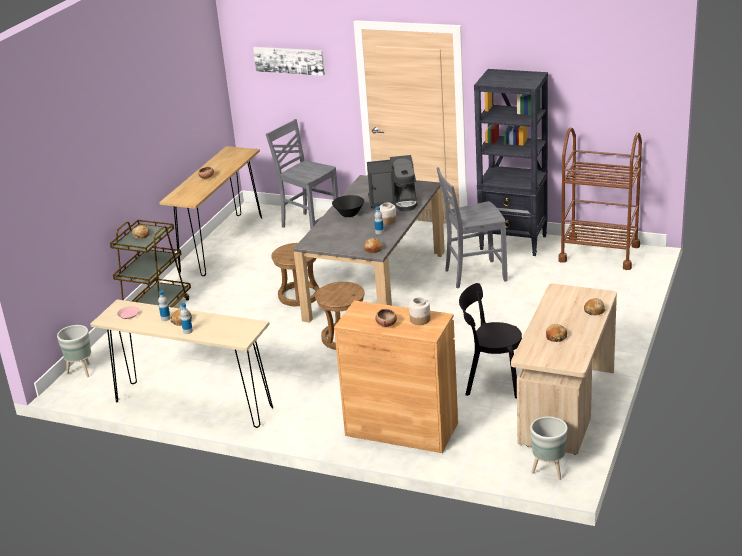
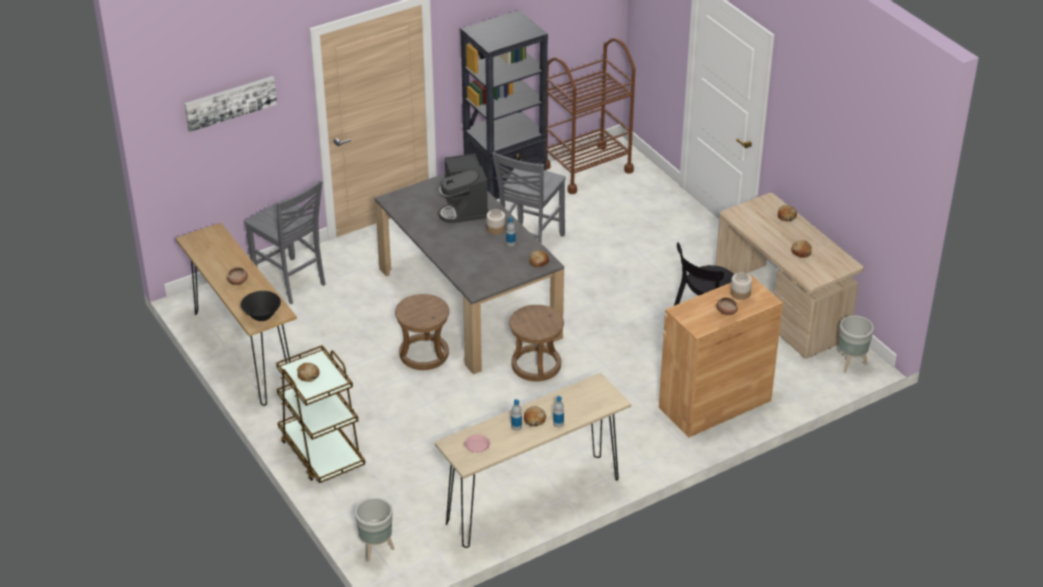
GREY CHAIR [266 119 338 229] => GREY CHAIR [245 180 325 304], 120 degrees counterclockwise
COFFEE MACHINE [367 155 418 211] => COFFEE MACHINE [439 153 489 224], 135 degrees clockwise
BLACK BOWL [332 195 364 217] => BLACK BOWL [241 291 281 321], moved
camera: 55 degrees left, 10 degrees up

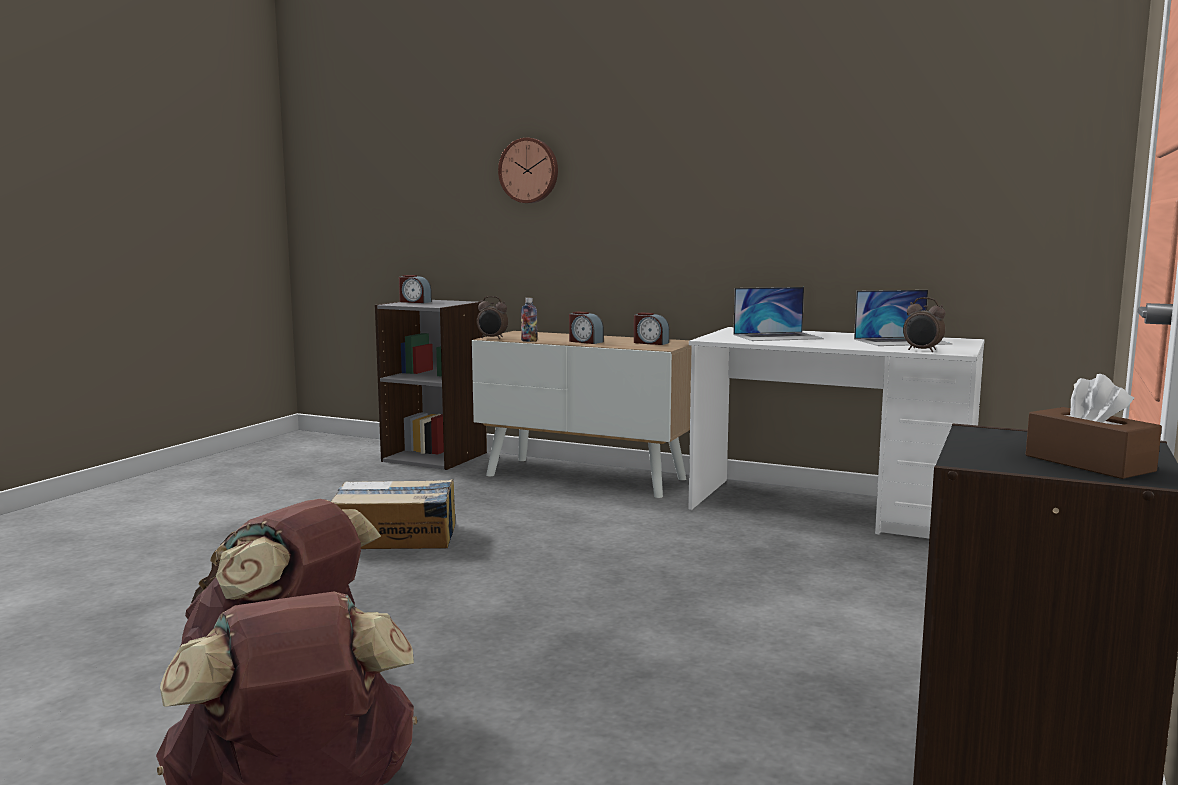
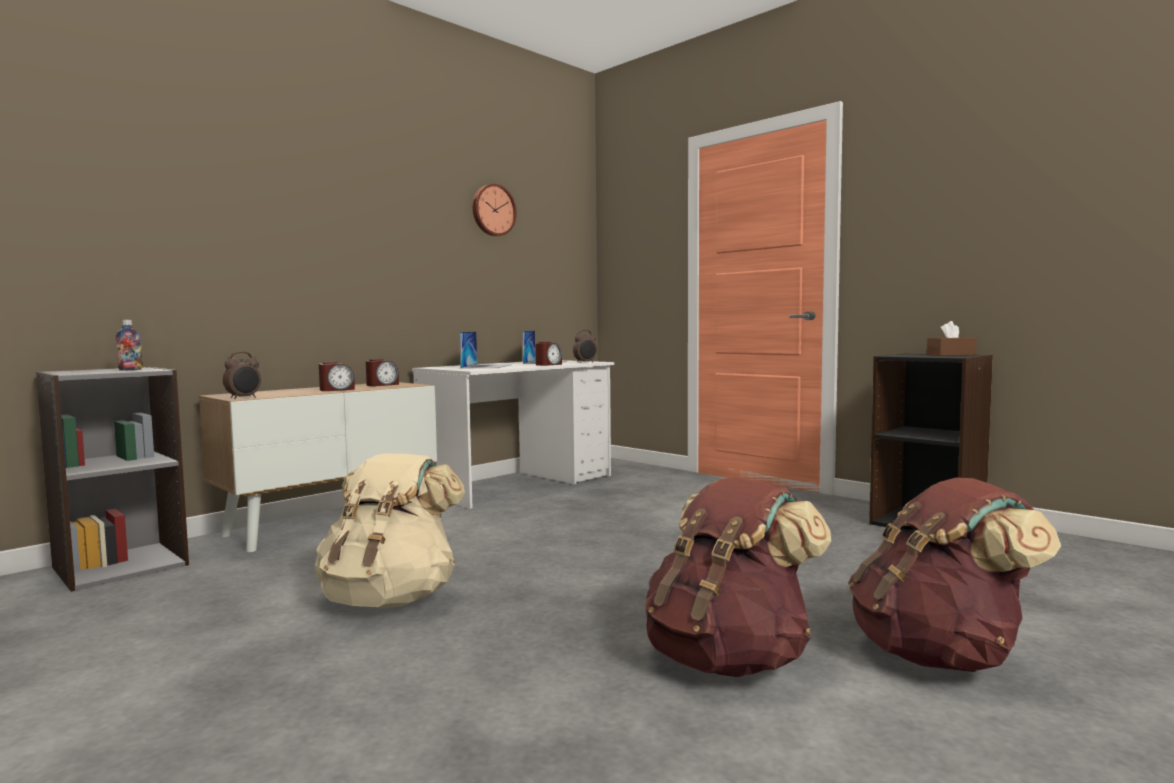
WALL CLOCK [498 138 558 203] => WALL CLOCK [473 184 516 236], moved
ALARM CLOCK [399 275 432 303] => ALARM CLOCK [535 342 562 366], moved
BOTTLE [521 298 537 342] => BOTTLE [115 320 143 371], moved
CARDBOARD BOX [331 479 455 549] => BEIGE BACKPACK [315 454 465 608]
camera: 70 degrees left, 5 degrees down

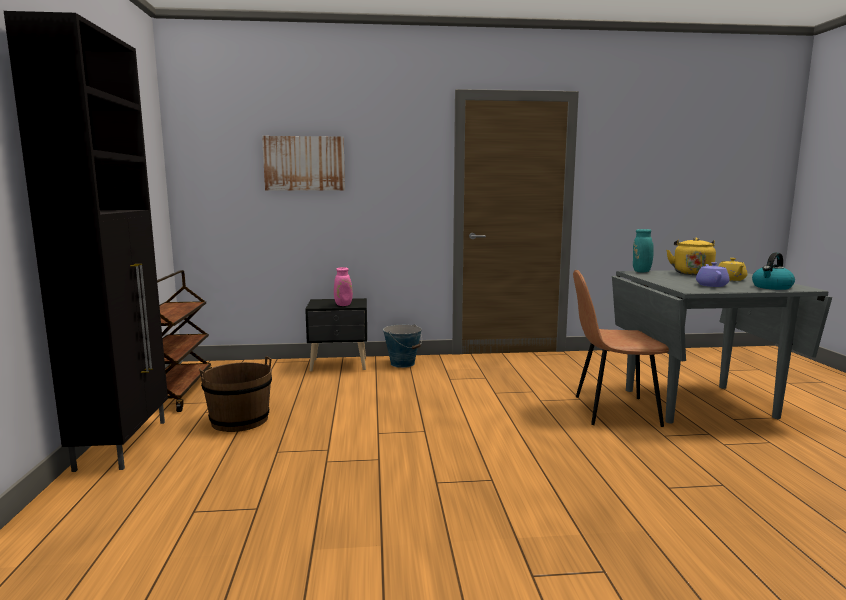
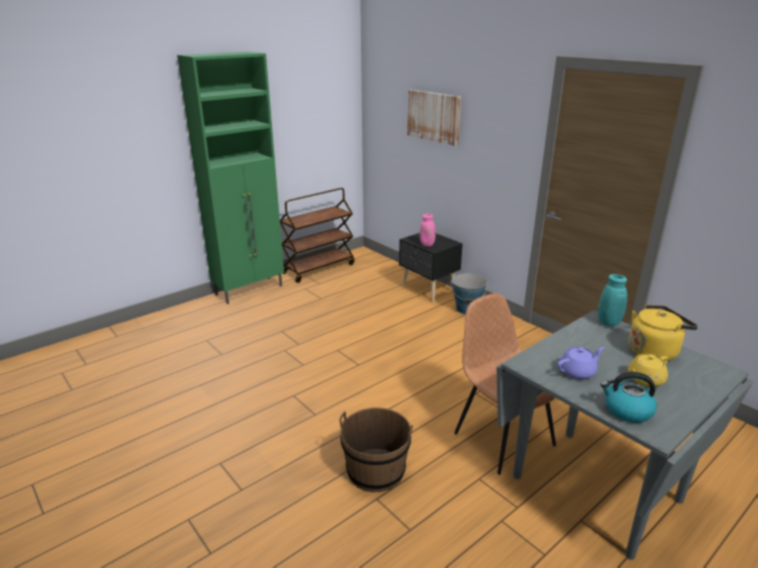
BLACK CABINET [4 11 168 472] => GREEN CABINET [177 52 284 304]
BROWN BUCKET [199 356 272 432] => BROWN BUCKET [339 407 413 492], moved
camera: 55 degrees right, 15 degrees up

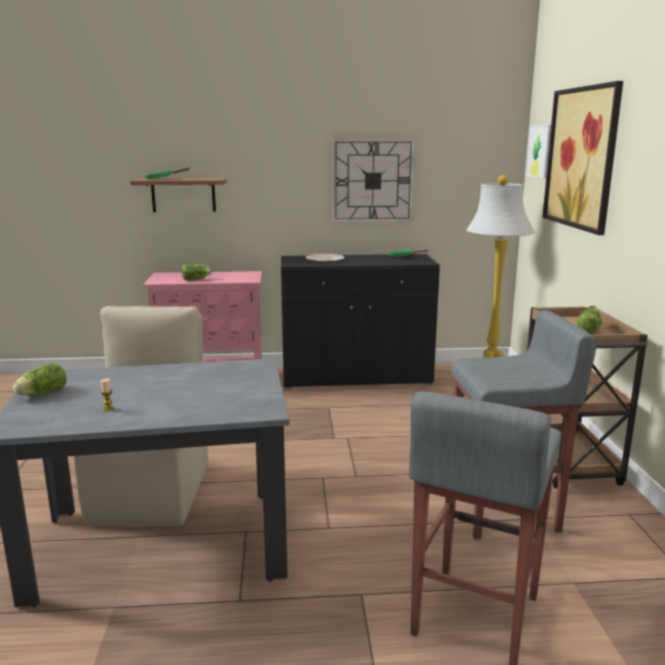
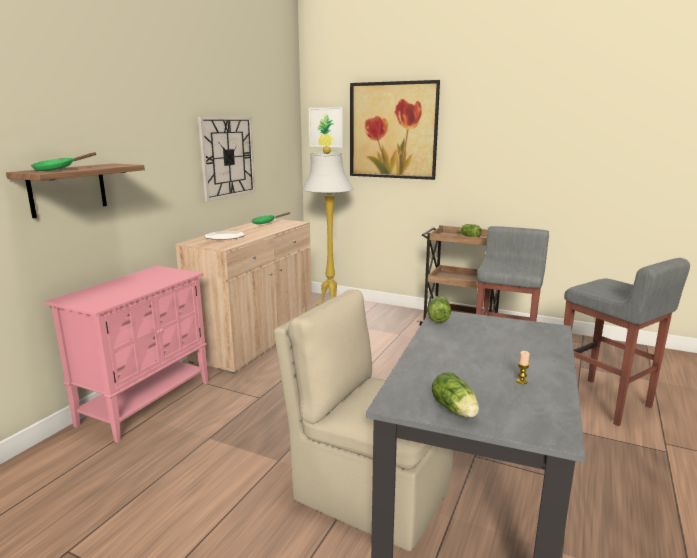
BLACK CABINET [281 254 440 389] => BEIGE CABINET [175 219 312 374]
LETTUCE [182 264 211 280] => LETTUCE [428 296 451 323], moved
camera: 60 degrees left, 0 degrees up

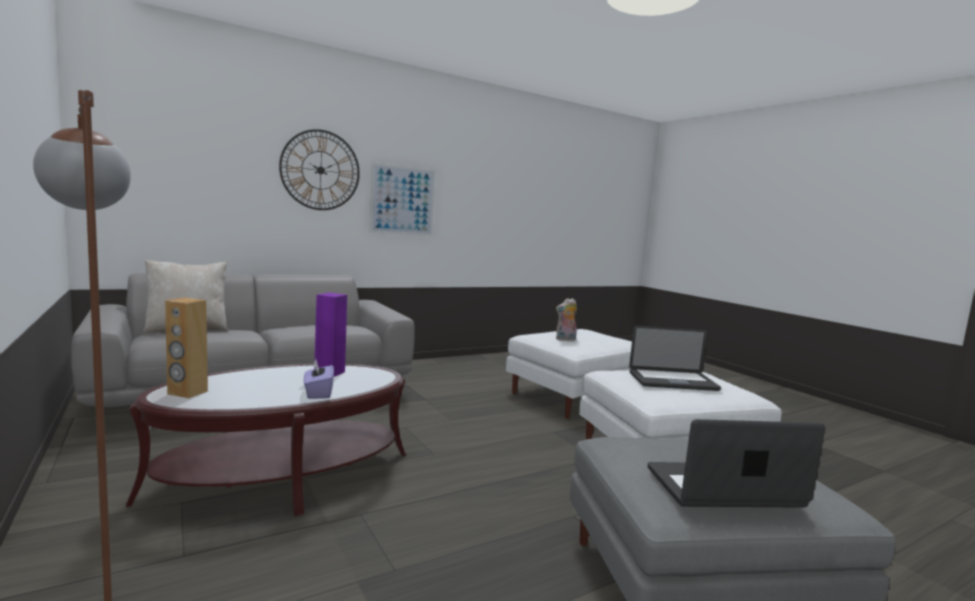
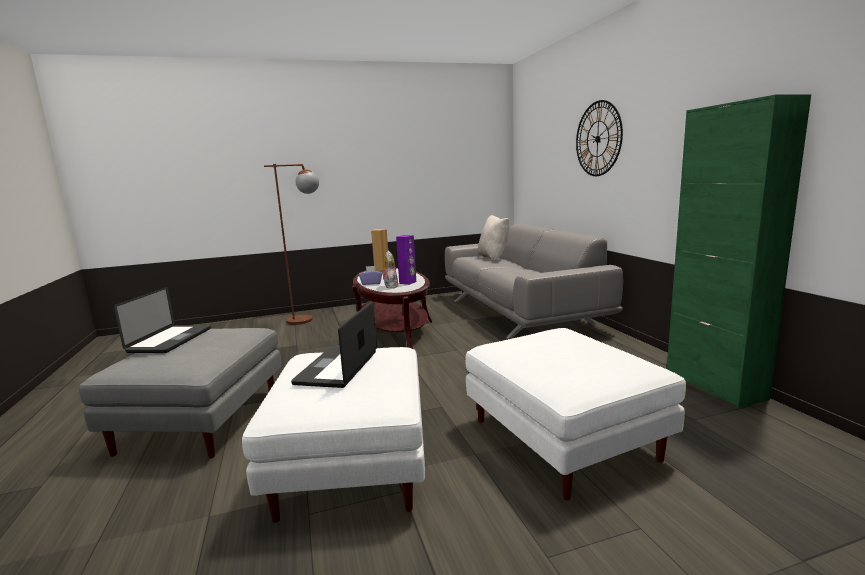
PICTURE [369 162 436 236] => nothing
PLUSH TOY [556 298 577 341] => PLUSH TOY [381 251 398 288], moved
nothing => GREEN CABINET [667 95 811 408]
camera: 105 degrees right, 5 degrees up

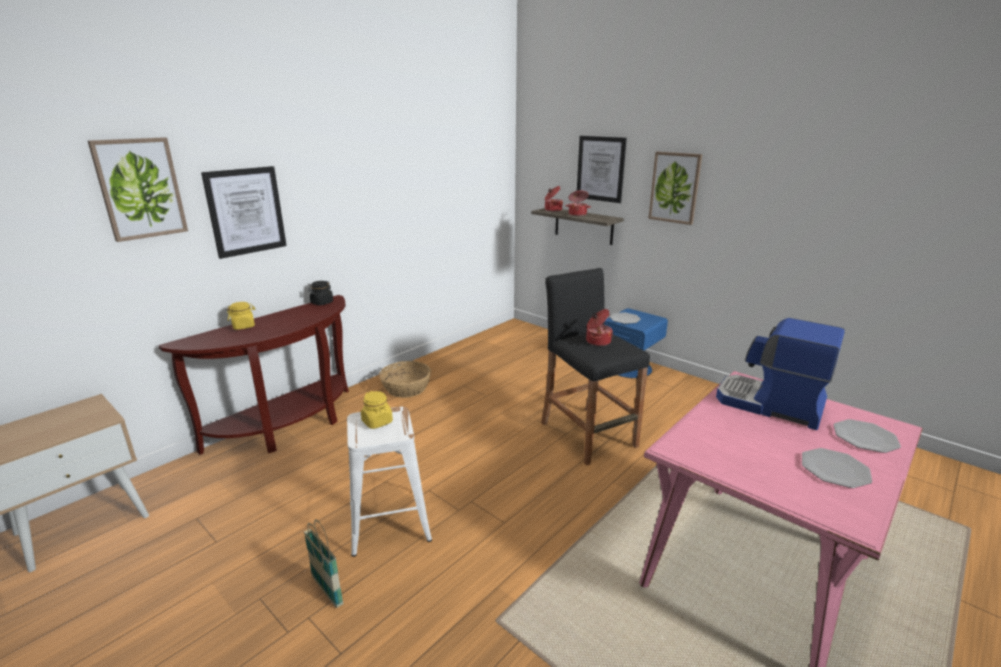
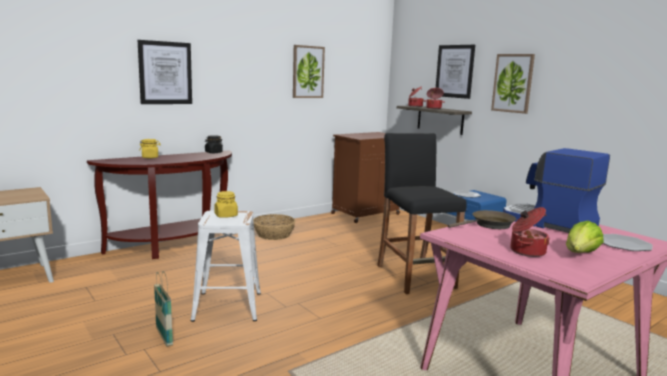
PICTURE [88 137 188 242] => PICTURE [293 45 325 98], moved
COOKING POT [586 309 613 346] => COOKING POT [510 207 550 257], moved
PLATE [802 448 872 488] => LETTUCE [566 221 604 253]
nothing => BROWN CABINET [331 132 400 223]
nothing => BROWN FRYING PAN [448 210 516 229]
camera: 10 degrees right, 10 degrees down

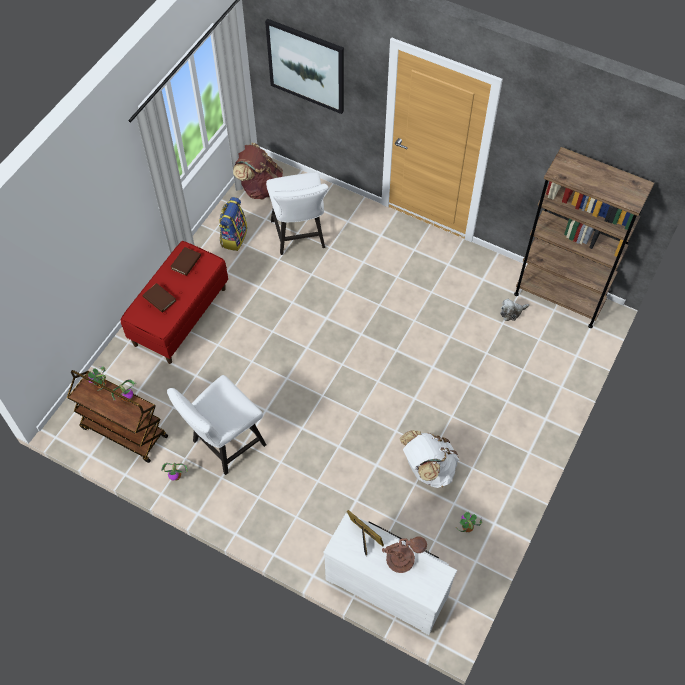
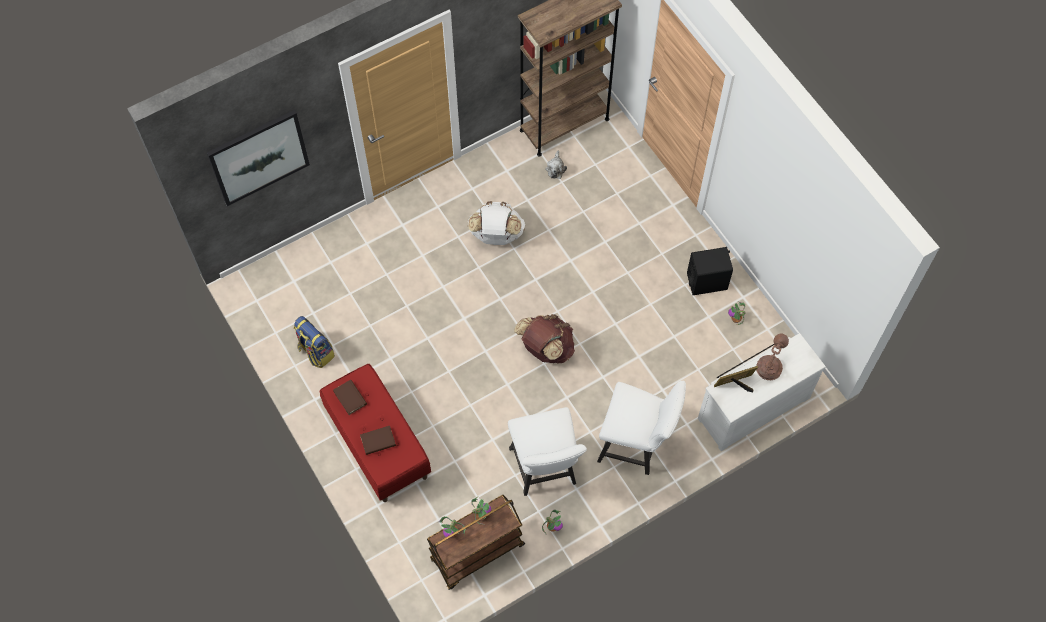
BROWN BACKPACK [233 142 283 200] => BROWN BACKPACK [514 314 575 364], moved
WHITE CHAIR [266 172 328 255] => WHITE CHAIR [597 381 686 475], moved
WHITE BACKPACK [400 430 459 488] => WHITE BACKPACK [468 201 525 245], moved
nothing => BLACK SPEAKER [687 247 733 295]
camera: 60 degrees left, 5 degrees up

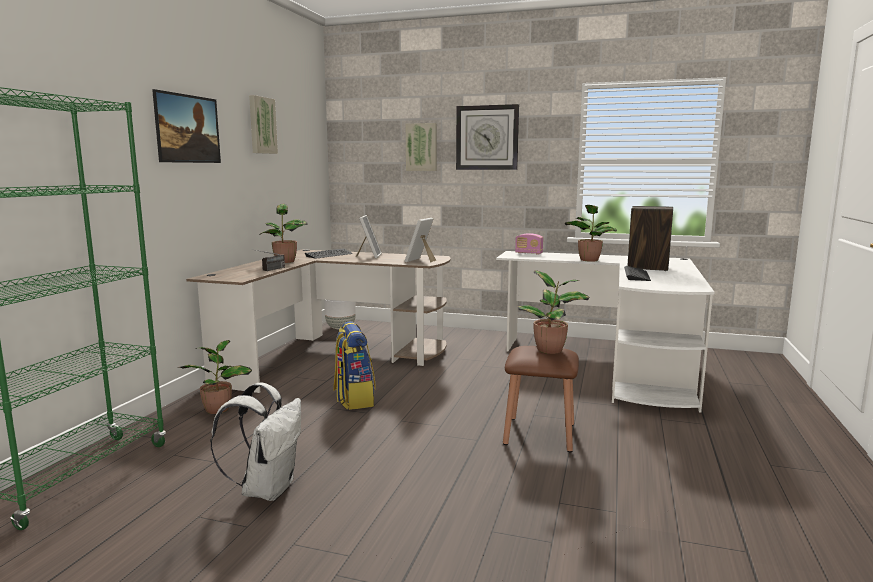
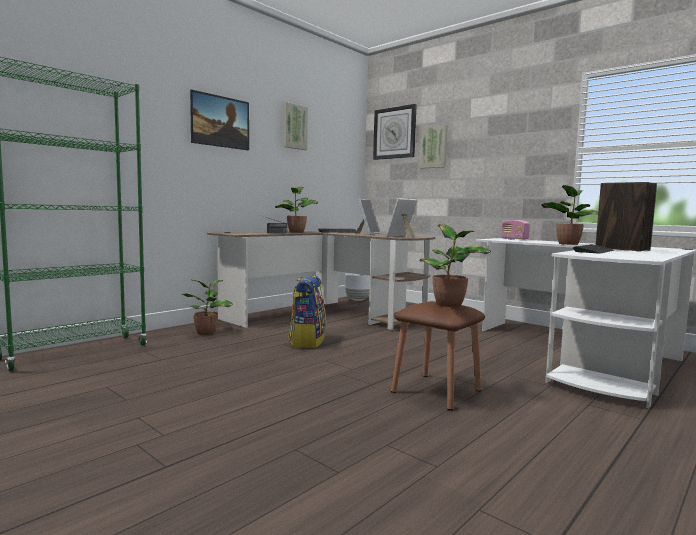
WALL CLOCK [456 104 519 170] => WALL CLOCK [373 104 417 160], moved
WHITE BACKPACK [210 383 301 501] => nothing
camera: 25 degrees right, 5 degrees down

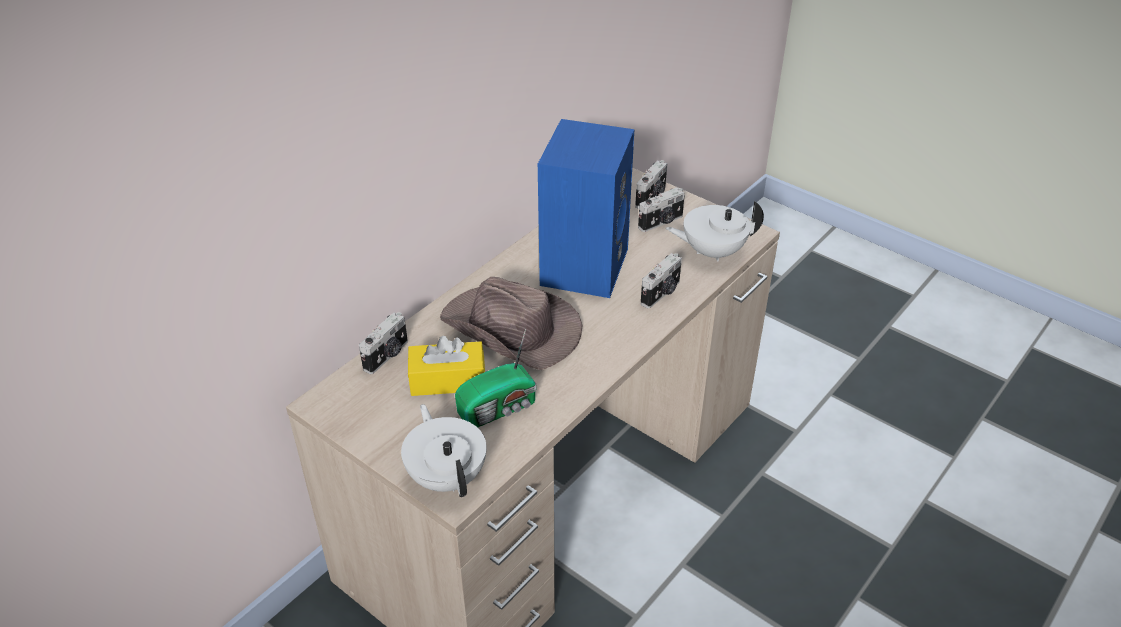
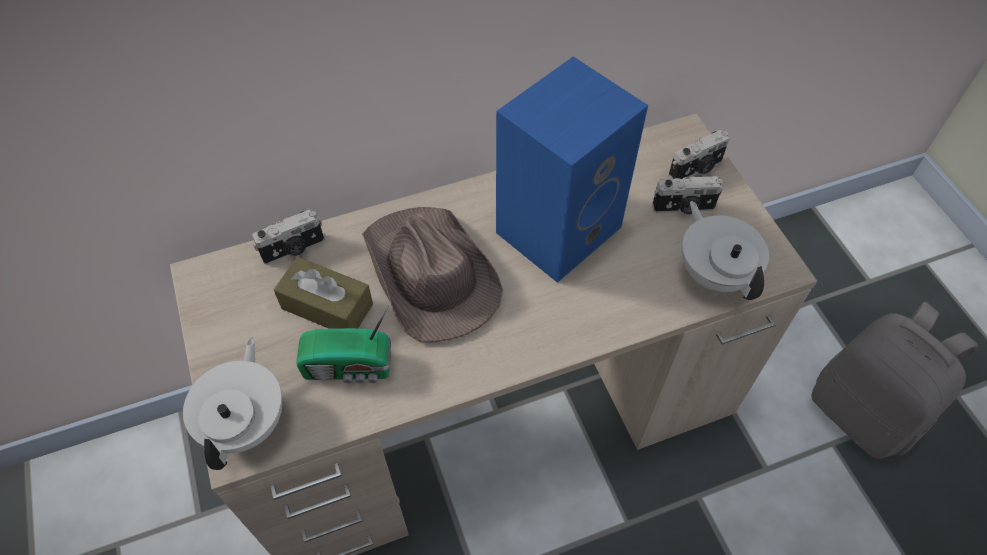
WHITE TEAPOT [666 201 764 262] => WHITE TEAPOT [682 201 769 300], 45 degrees clockwise
PHOTO CAMERA [641 253 682 308] => nothing
YELLOW TISSUE BOX [408 336 485 396] => BROWN TISSUE BOX [274 257 373 329]
nothing => GREY BACKPACK [812 302 978 459]
camera: 30 degrees right, 15 degrees up

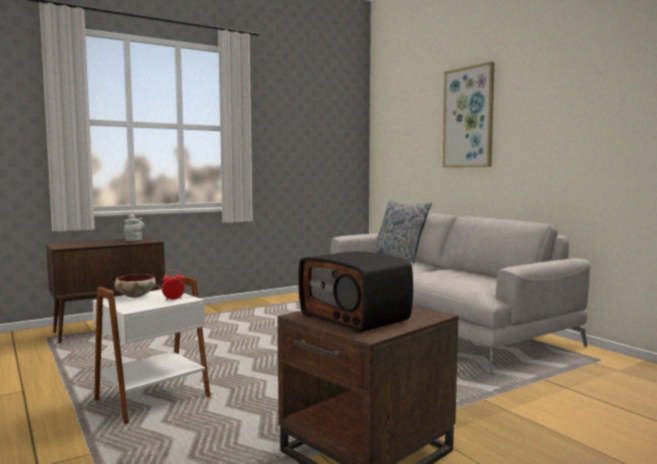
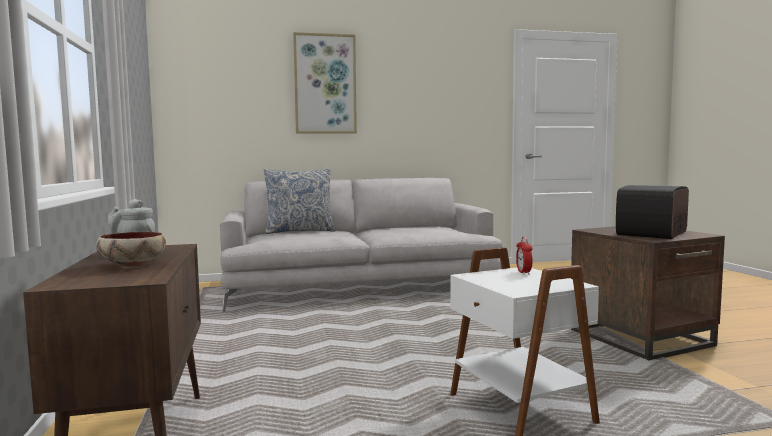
RADIO [298 251 413 333] => RADIO [616 185 689 239], 150 degrees clockwise
BOWL [115 274 156 298] => BOWL [96 231 166 267], moved
camera: 70 degrees left, 0 degrees up

